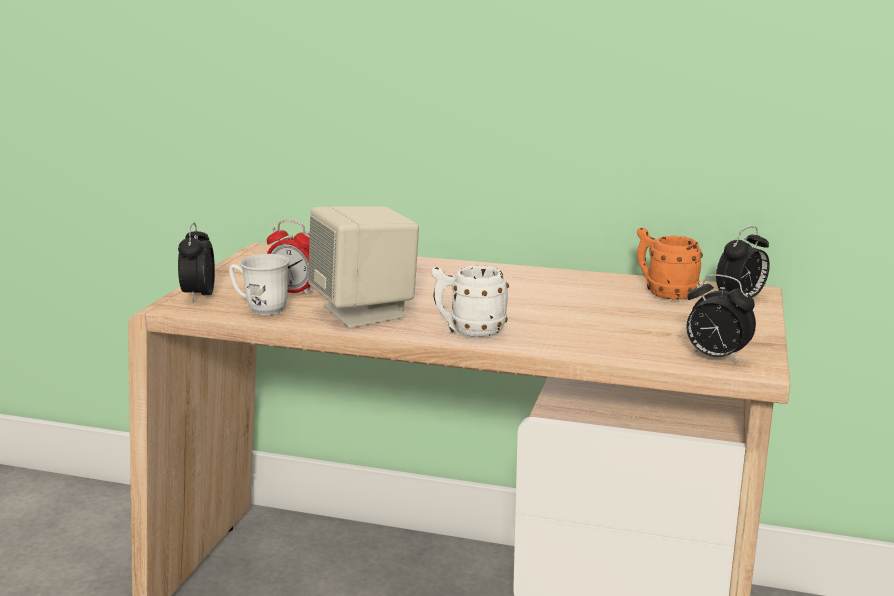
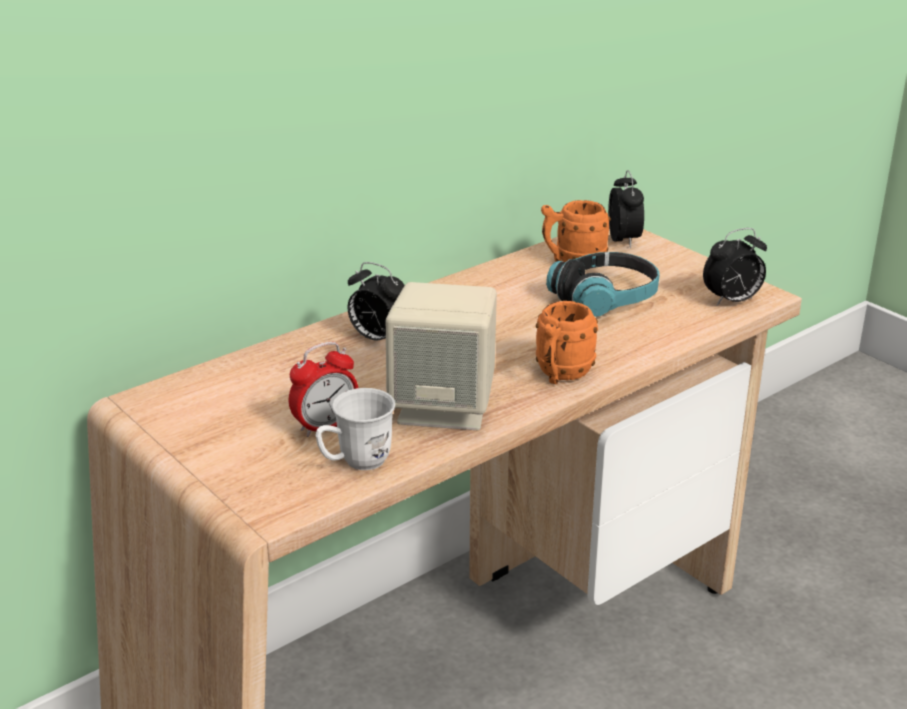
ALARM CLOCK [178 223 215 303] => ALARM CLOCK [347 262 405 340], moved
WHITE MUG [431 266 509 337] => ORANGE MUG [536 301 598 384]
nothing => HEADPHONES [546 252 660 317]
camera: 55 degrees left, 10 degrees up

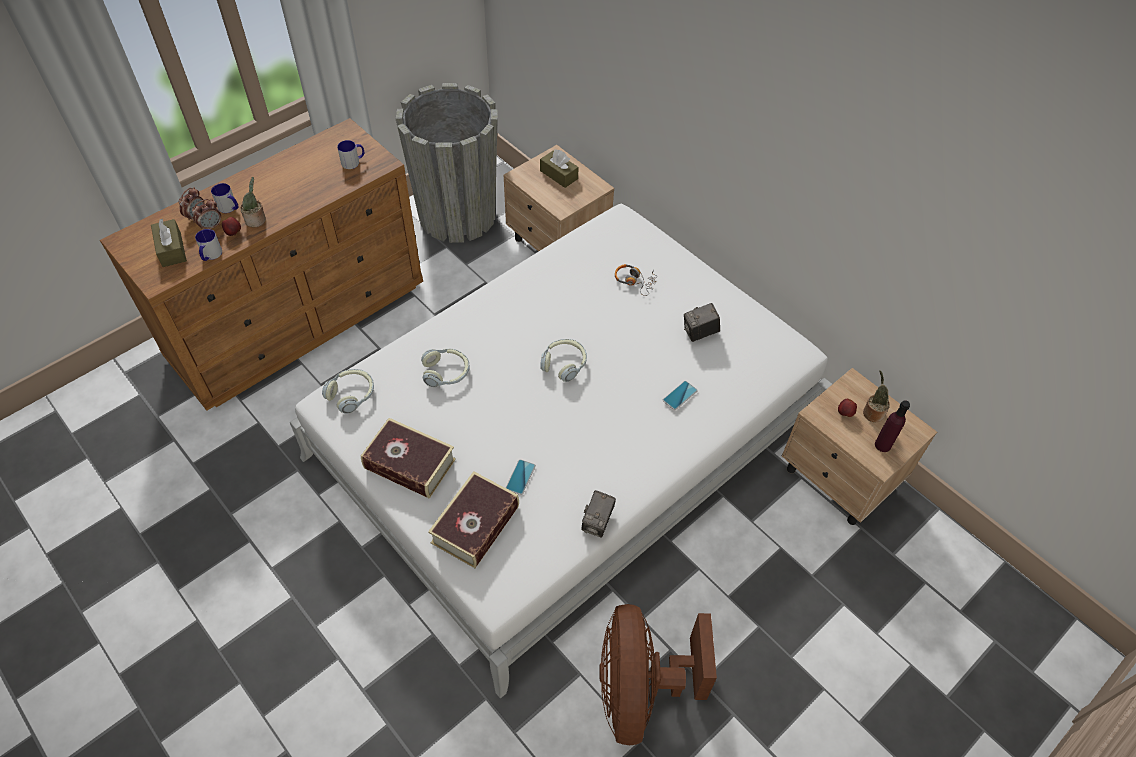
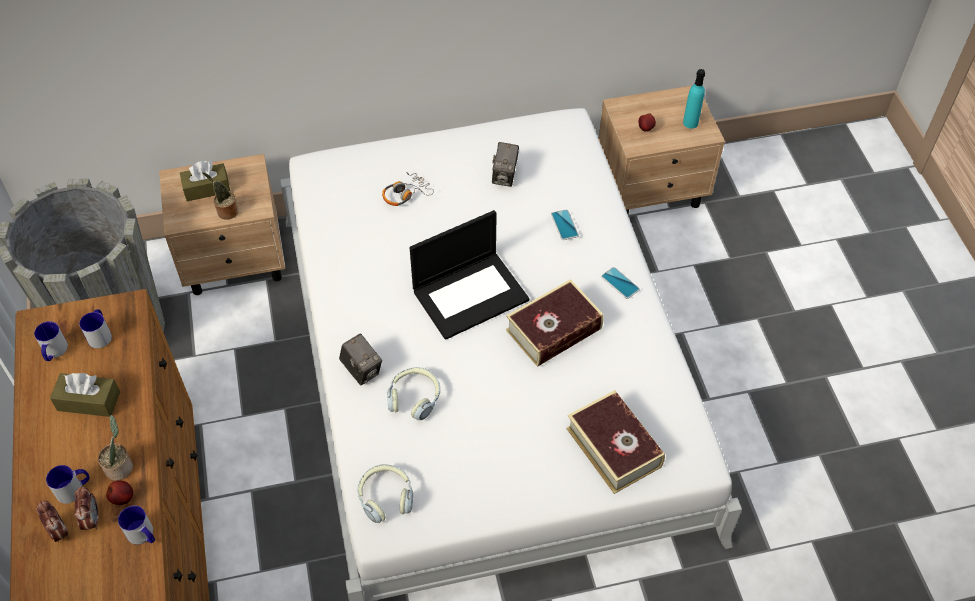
BROWN TISSUE BOX [151 218 187 267] => BROWN TISSUE BOX [50 373 120 417], moved
HEADPHONES [540 339 587 382] => LAPTOP [410 210 529 340]
POTTED PLANT [863 370 890 422] => POTTED PLANT [202 172 239 220], moved
PURPLE BOTTLE [875 400 910 452] => TURQUOISE BOTTLE [683 69 705 129]
BOOK [361 418 456 499] => BOOK [506 279 603 367], moved
PHONE [506 459 536 495] => PHONE [601 267 640 299], moved
PHOTO CAMERA [581 490 616 538] => PHOTO CAMERA [339 334 382 385], moved
BROWN FAN [599 604 717 745] => nothing
nothing => MUG [34 321 68 361]
camera: 60 degrees left, 0 degrees up

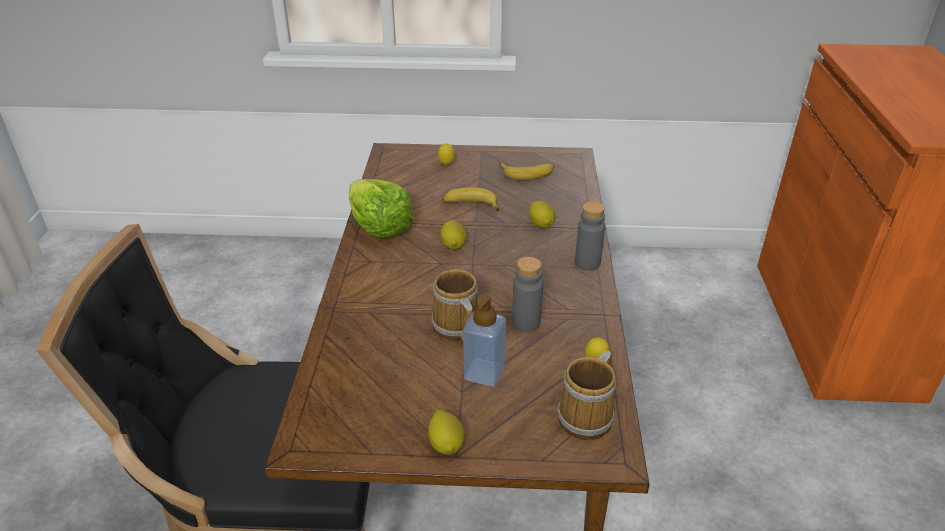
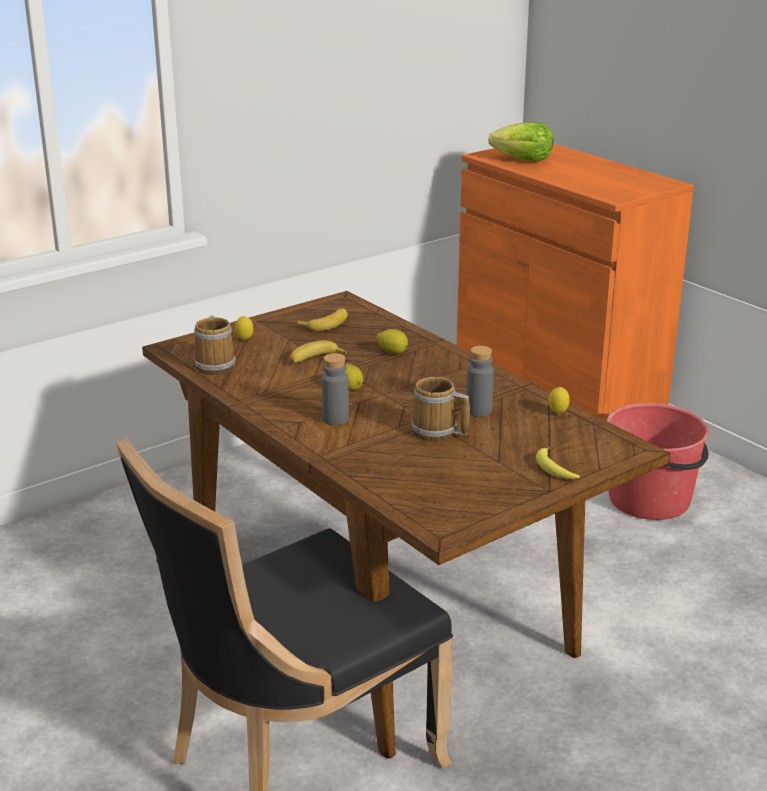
LETTUCE [349 179 414 238] => LETTUCE [488 122 553 162], moved
GREY BOTTLE [575 201 605 271] => GREY BOTTLE [322 353 349 425], moved
SOAP DISPENSER [463 294 506 387] => nothing
MUG [557 351 616 440] => MUG [194 315 236 375], moved
LEMON [428 410 464 454] => nothing
nothing => RED BUCKET [606 403 709 520]
nothing => BANANA [536 447 580 479]
camera: 40 degrees left, 10 degrees down

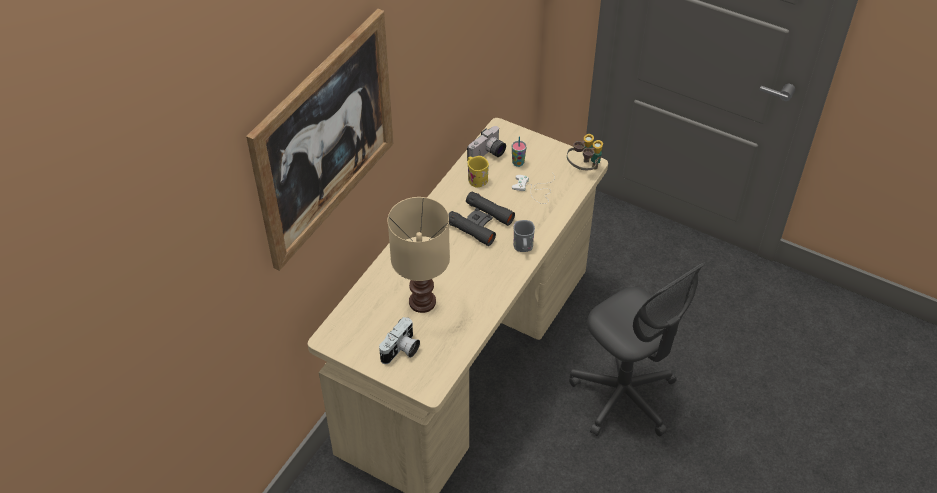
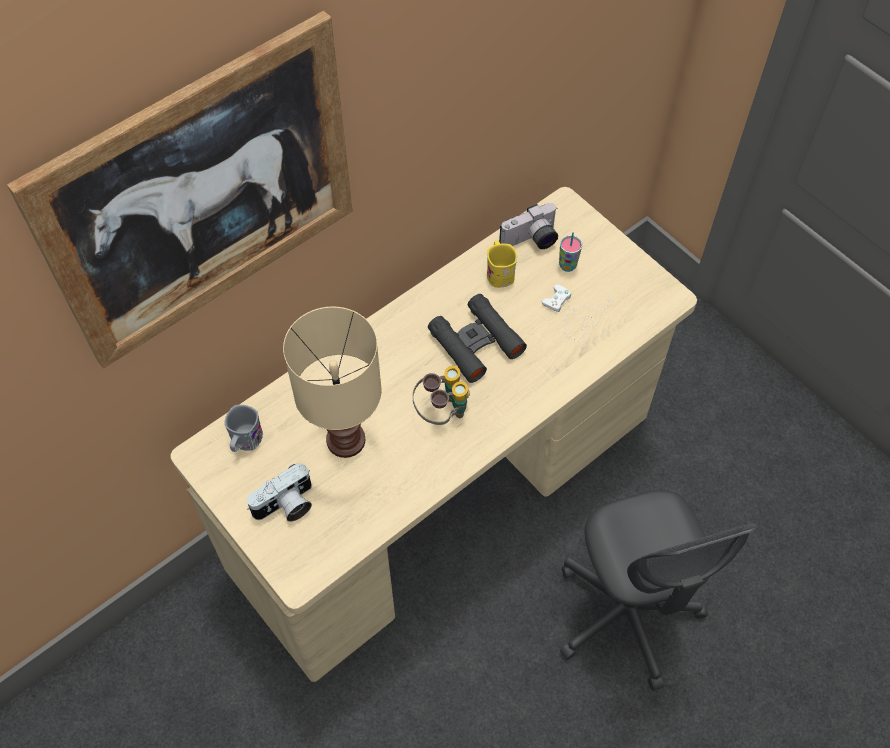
BINOCULARS [567 134 603 170] => BINOCULARS [413 366 470 425], moved
GREY MUG [513 220 535 252] => GREY MUG [224 405 263 452], moved
camera: 20 degrees right, 10 degrees up

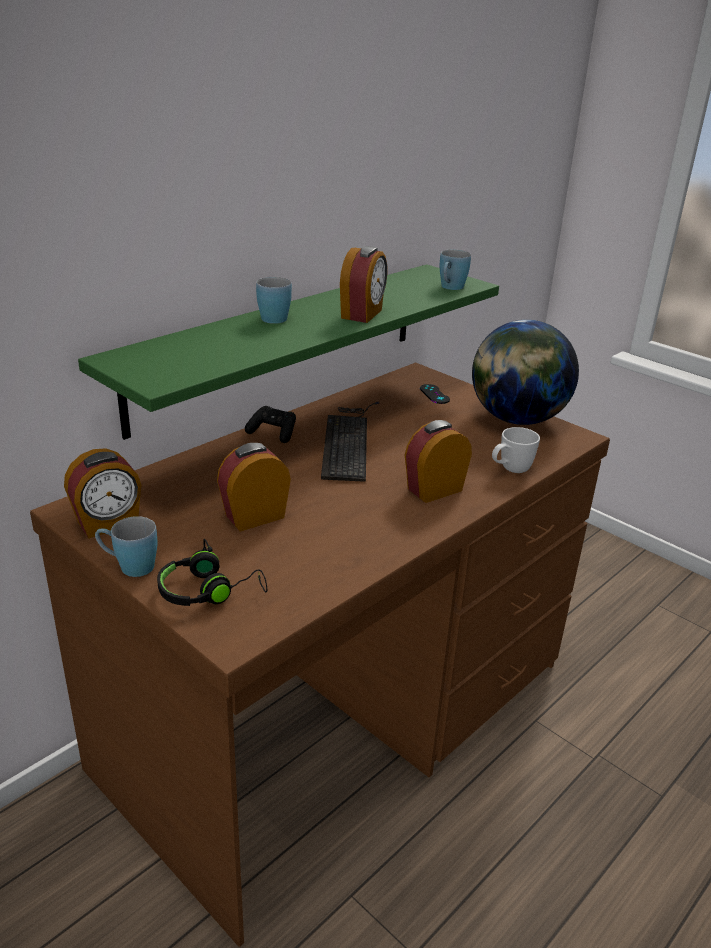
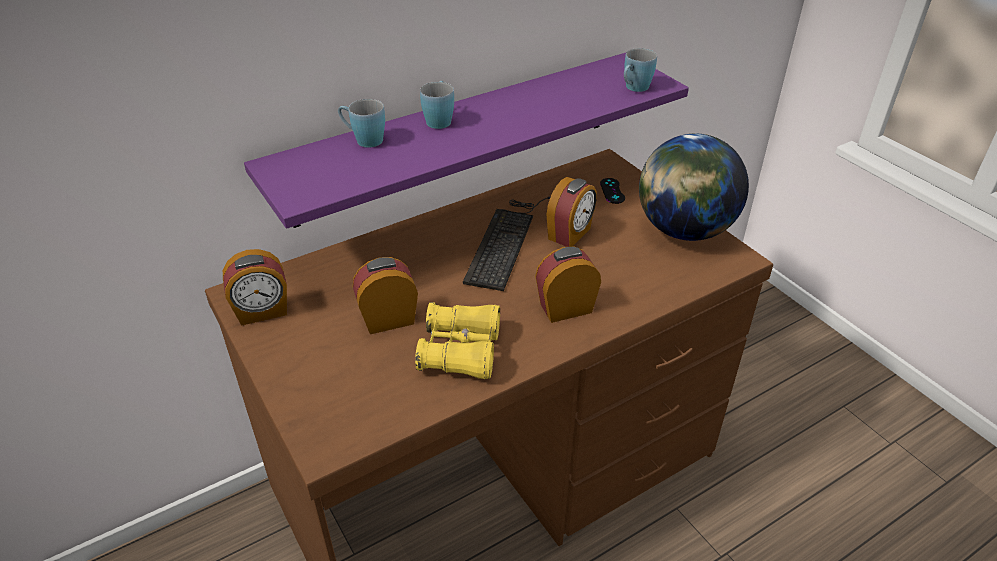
ALARM CLOCK [340 246 387 323] => ALARM CLOCK [547 177 597 247], moved
GREEN SHELF [78 264 499 440] => PURPLE SHELF [244 53 689 229]
BLACK GAME CONTROLLER [245 406 296 443] => nothing
WHITE MUG [492 427 540 473] => nothing
BLUE MUG [95 516 157 577] => BLUE MUG [338 99 385 148], moved
BLACK HEADPHONES [157 539 267 606] => nothing
nothing => YELLOW BINOCULARS [415 302 500 380]
camera: 15 degrees right, 10 degrees up

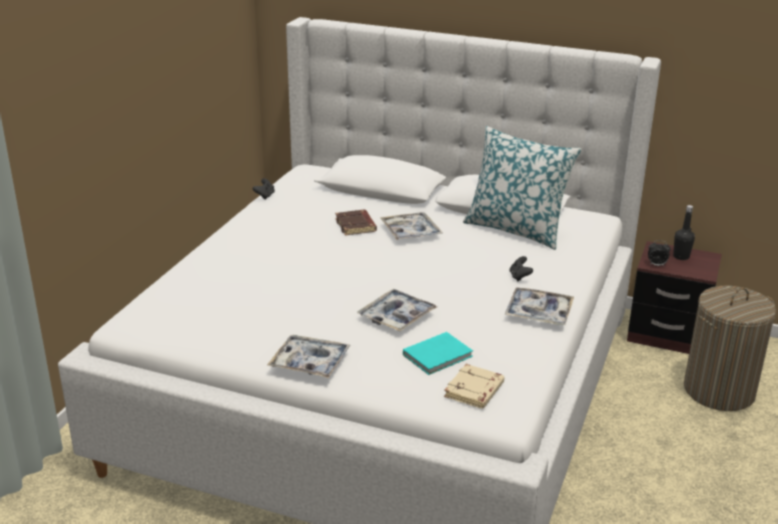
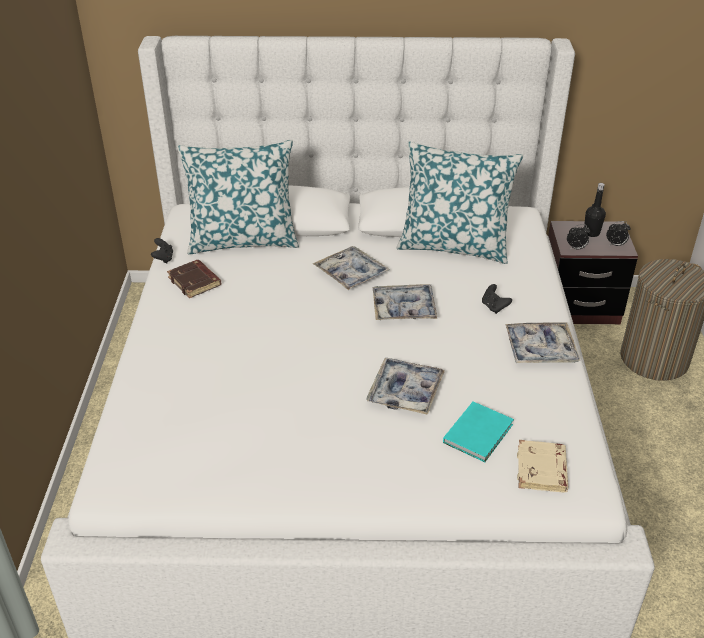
BROWN BOOK [335 210 377 236] => BROWN BOOK [167 260 222 298], moved
TRAY [267 335 351 378] => TRAY [373 284 437 320], moved
nothing => PILLOW [177 140 299 255]
nothing => ALARM CLOCK [606 221 631 246]
camera: 20 degrees left, 10 degrees up

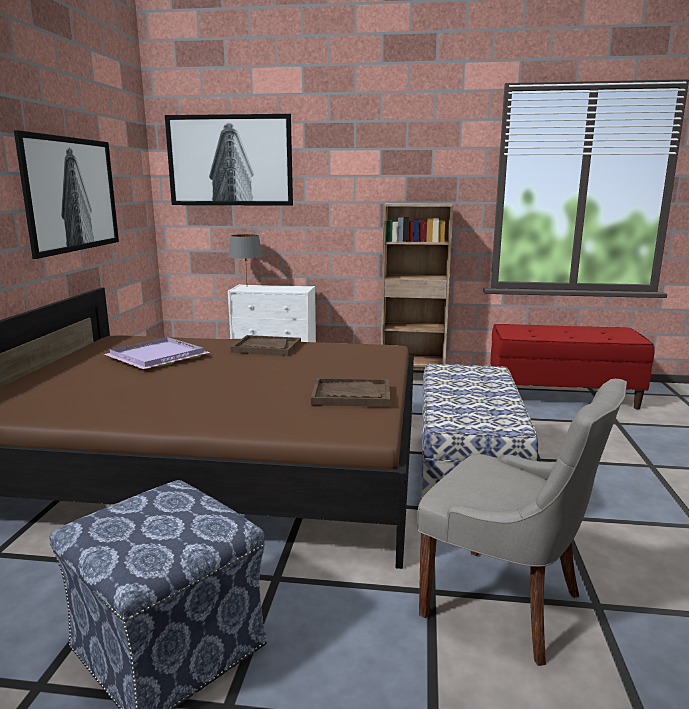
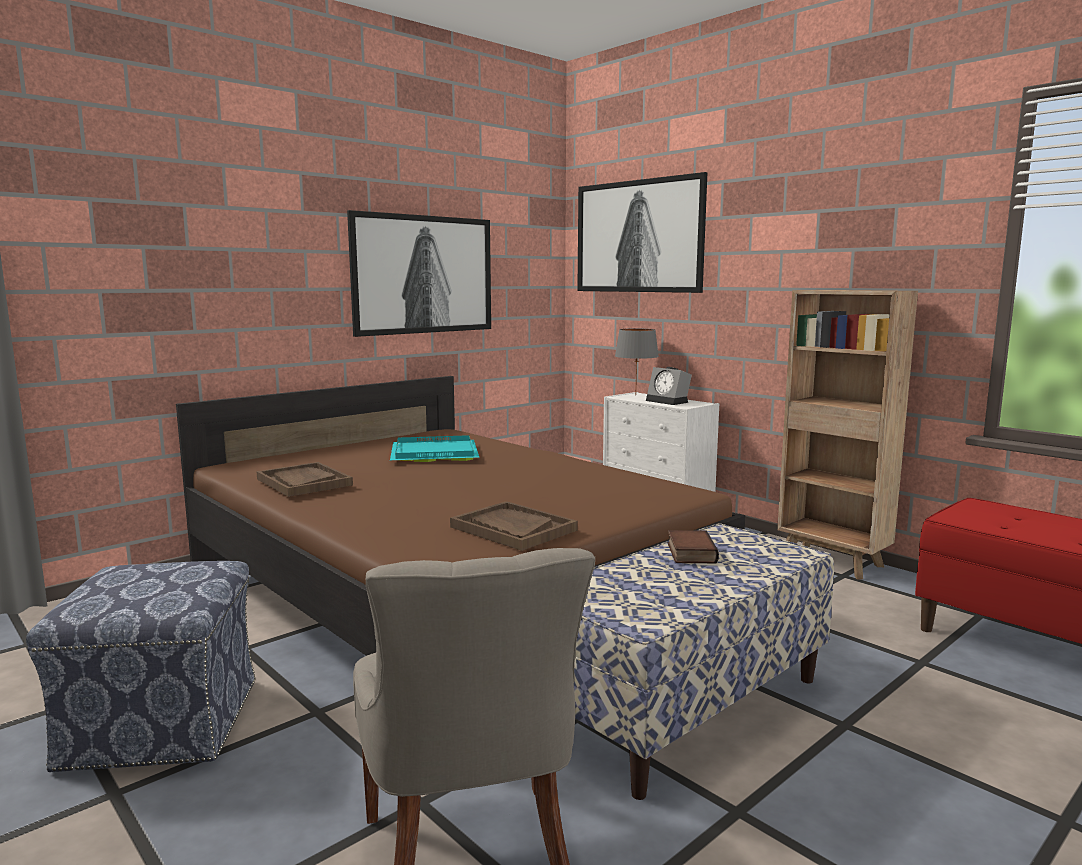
BROWN TRAY [230 335 301 356] => BROWN TRAY [256 462 353 497], moved
PURPLE TRAY [104 337 210 369] => TURQUOISE TRAY [390 435 479 462]
nothing => ALARM CLOCK [646 367 692 405]
nothing => BOOK [668 530 719 563]
camera: 40 degrees right, 5 degrees down

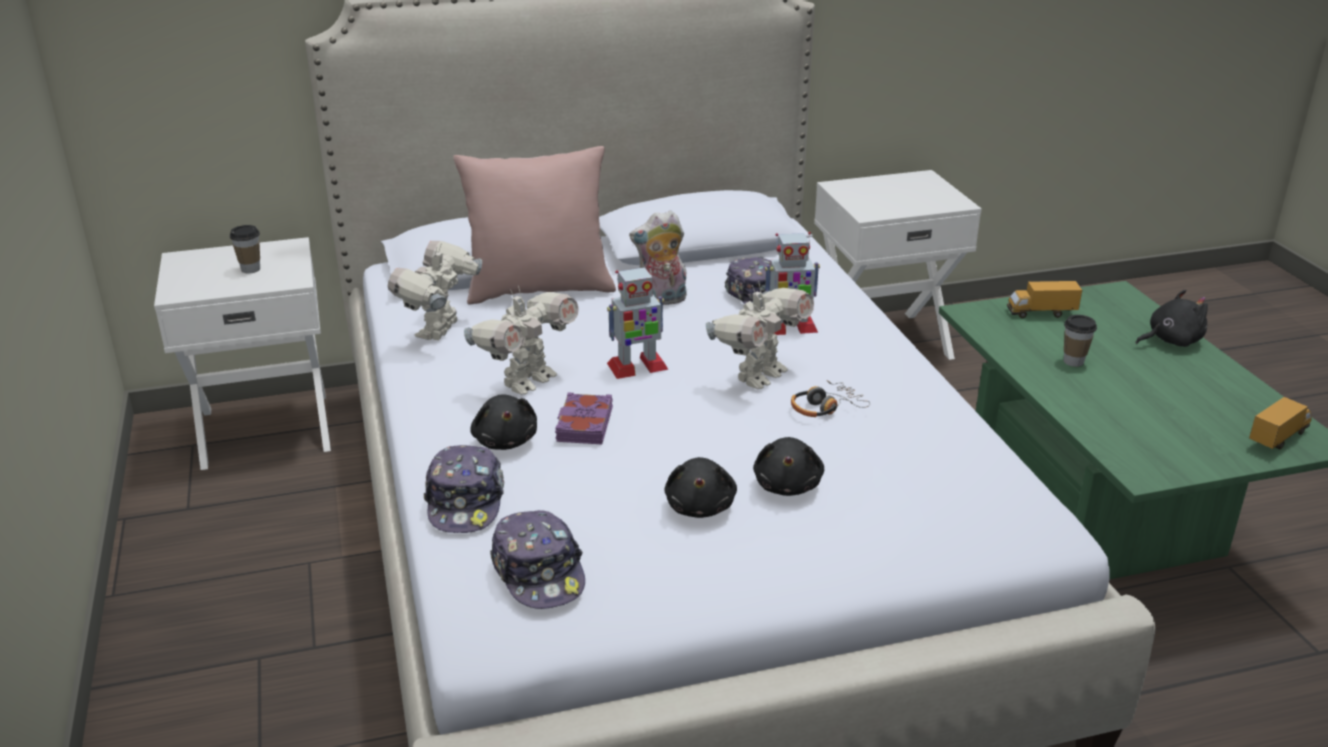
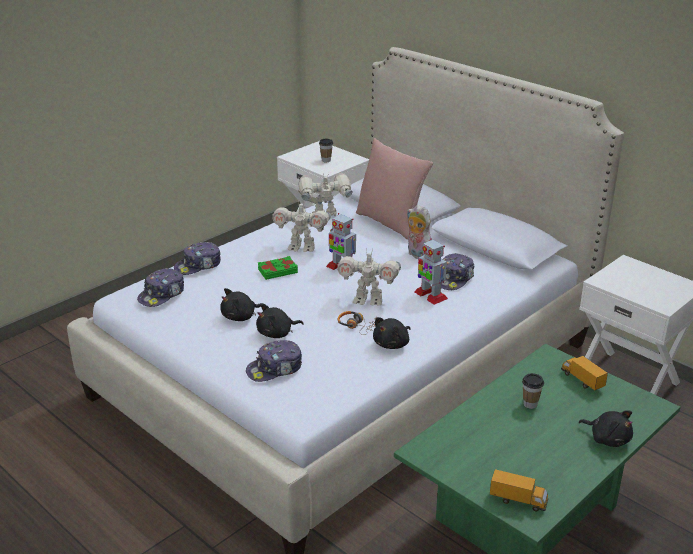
PURPLE BOOK [555 392 613 444] => GREEN BOOK [258 256 298 280]
BLACK PLUSH TOY [470 394 537 450] => BLACK PLUSH TOY [373 317 411 349], moved
nothing => CAP [246 340 302 382]
camera: 60 degrees right, 0 degrees up

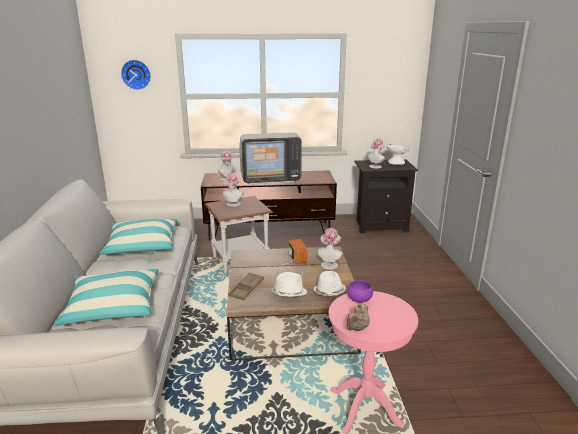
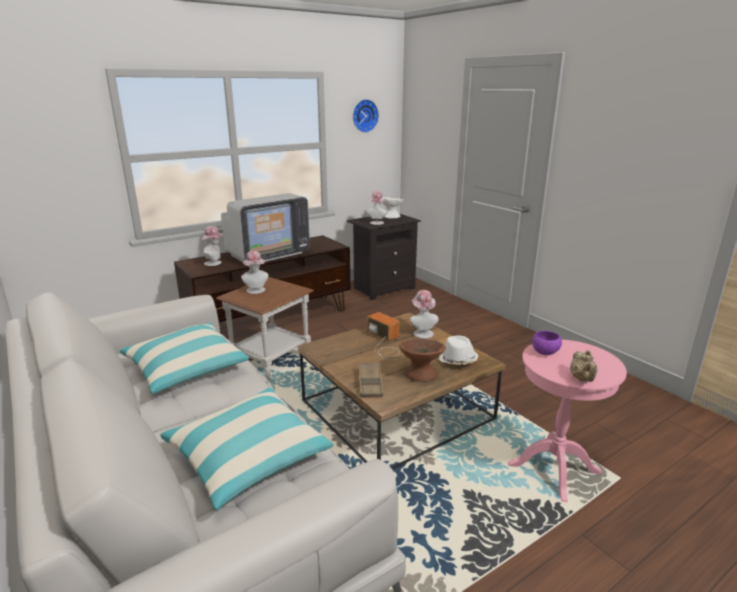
WALL CLOCK [121 60 151 90] => WALL CLOCK [353 99 379 133], moved
WHITE HAT [272 272 307 297] => BROWN BOWL [399 338 446 382]
camera: 30 degrees left, 0 degrees up

